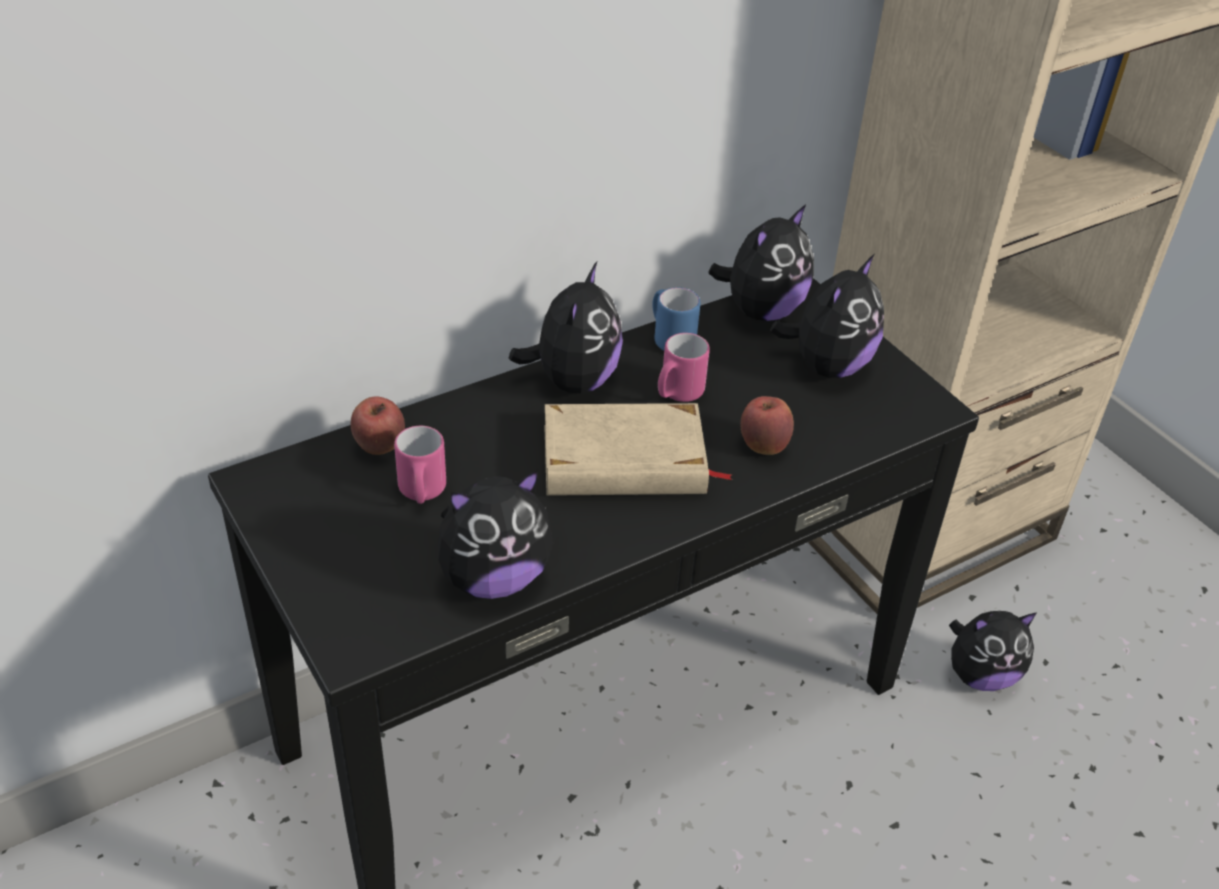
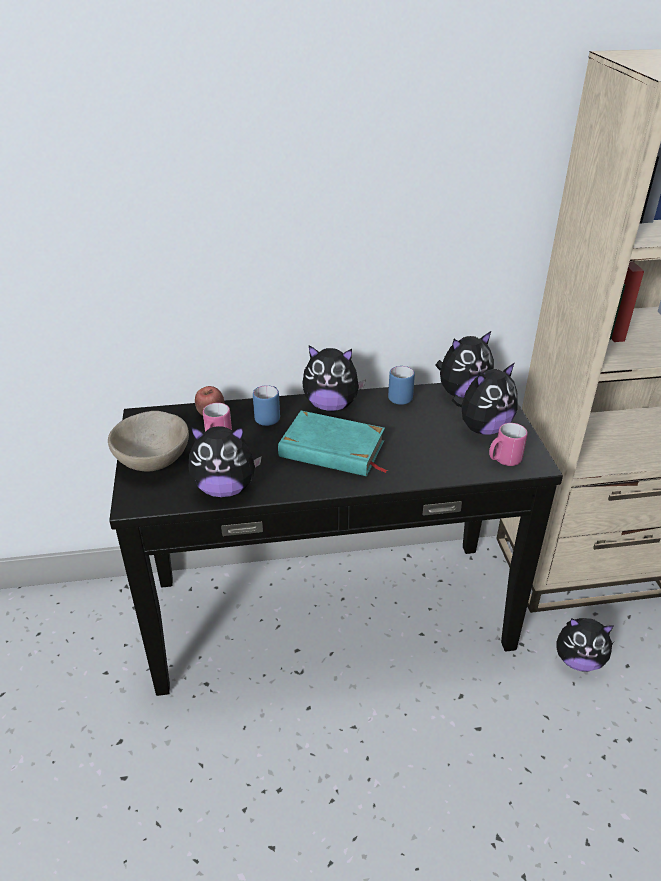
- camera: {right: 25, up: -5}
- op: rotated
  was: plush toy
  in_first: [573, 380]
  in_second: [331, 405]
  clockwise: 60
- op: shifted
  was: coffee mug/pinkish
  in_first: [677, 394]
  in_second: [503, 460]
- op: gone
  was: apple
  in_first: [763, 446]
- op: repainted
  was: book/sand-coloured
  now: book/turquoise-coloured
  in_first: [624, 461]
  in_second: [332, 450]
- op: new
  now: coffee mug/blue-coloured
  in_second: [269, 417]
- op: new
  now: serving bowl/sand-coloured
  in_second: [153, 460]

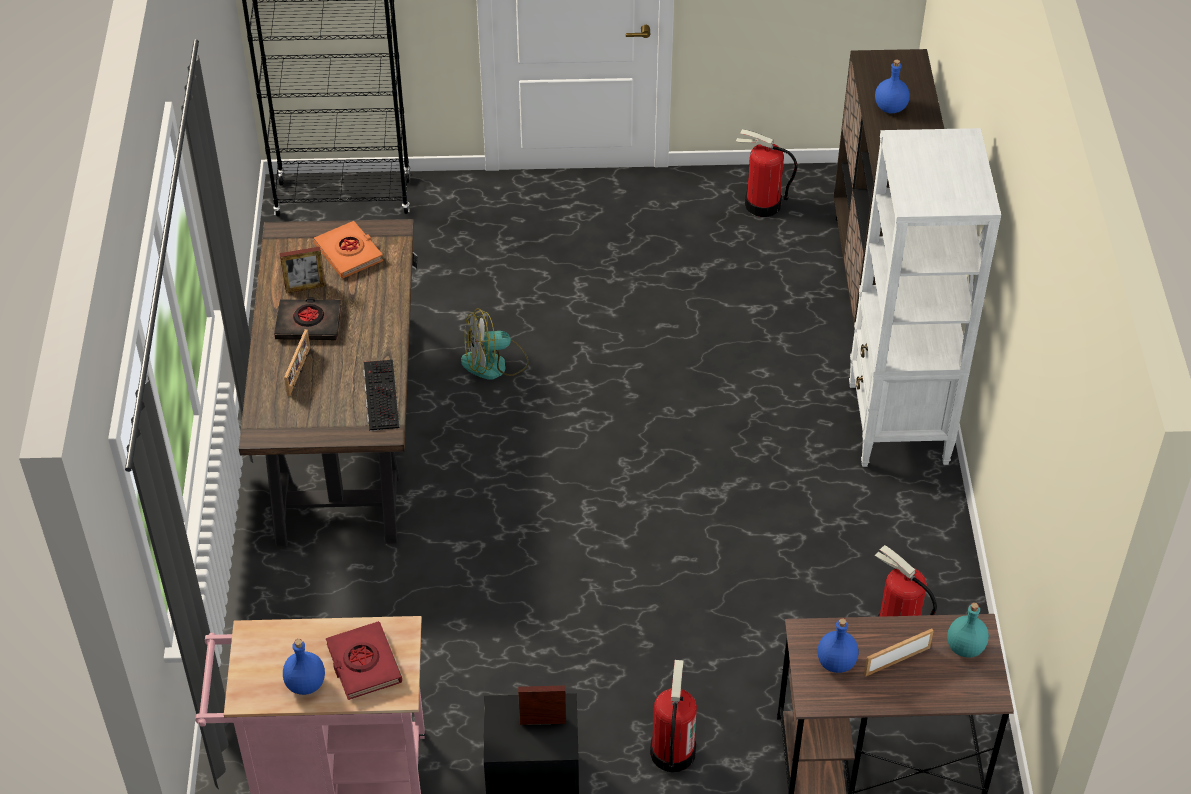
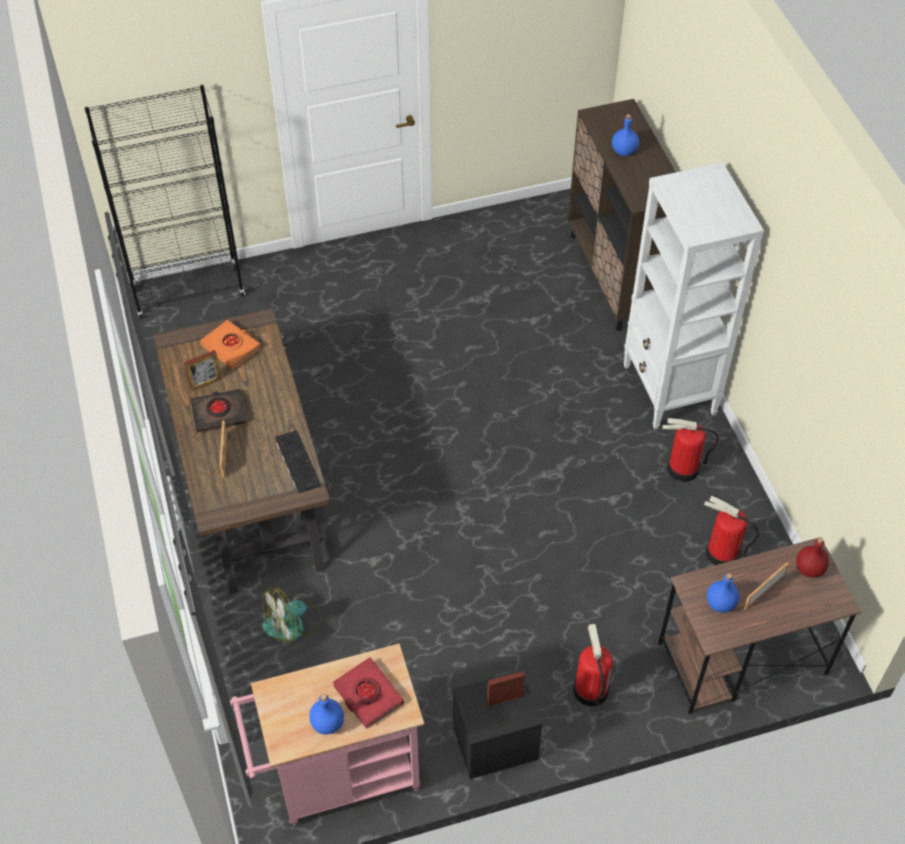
- camera: {right: -15, up: 5}
- op: shifted
  was: fire extinguisher
  in_first: [762, 205]
  in_second: [682, 469]
- op: shifted
  was: fan
  in_first: [494, 363]
  in_second: [292, 623]
- op: repainted
  was: beverage bottle/turquoise-coloured
  now: beverage bottle/red
  in_first: [964, 647]
  in_second: [808, 568]

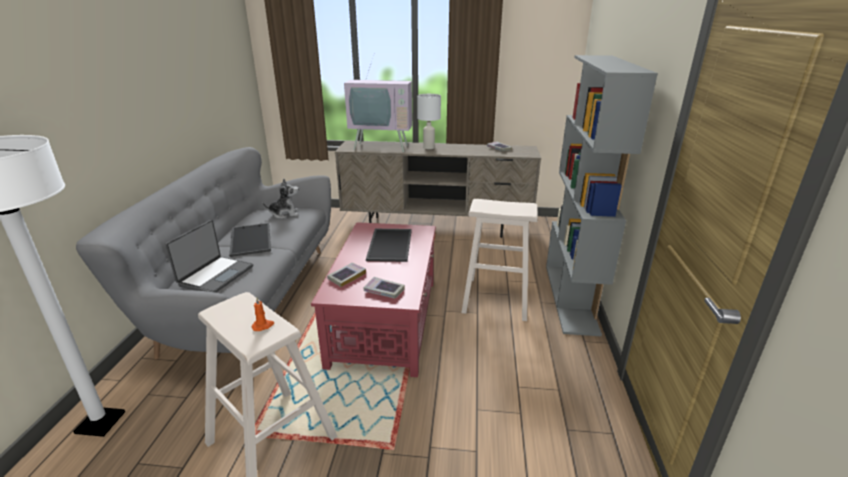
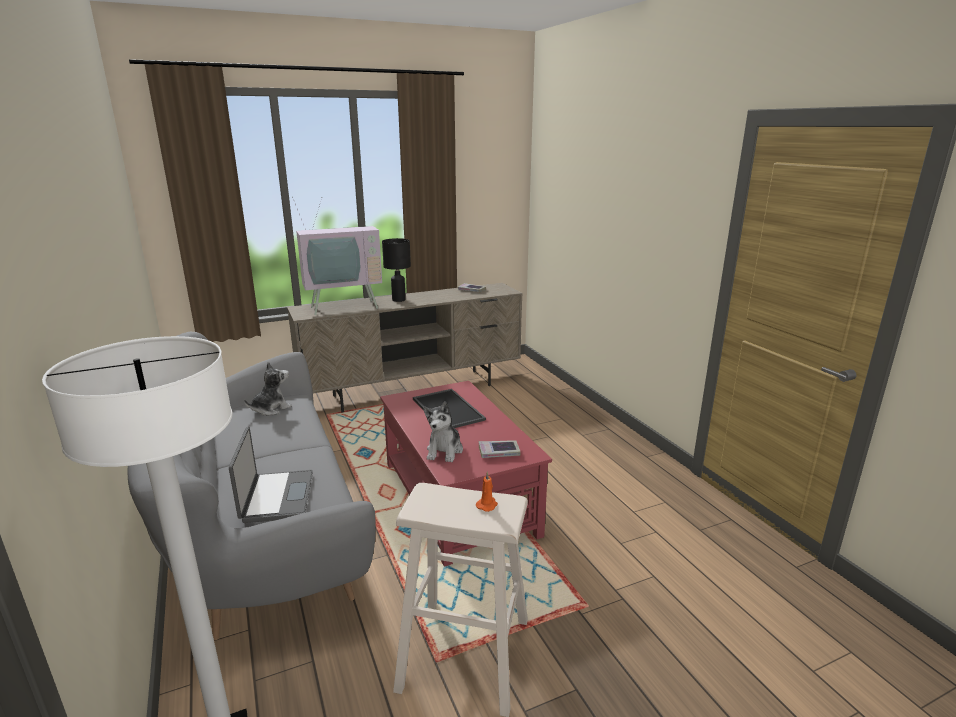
- camera: {right: -30, up: -5}
- op: gone
  was: bookshelf/grey
  in_first: [571, 298]
- op: repainted
  was: lamp for a table/white
  now: lamp for a table/black-coloured
  in_first: [428, 147]
  in_second: [398, 300]
- op: gone
  was: stool seat/sand-coloured
  in_first: [496, 298]
- op: gone
  was: tray
  in_first: [249, 239]
- op: swapped
  was: book
  now: plush toy
  in_first: [347, 277]
  in_second: [444, 451]

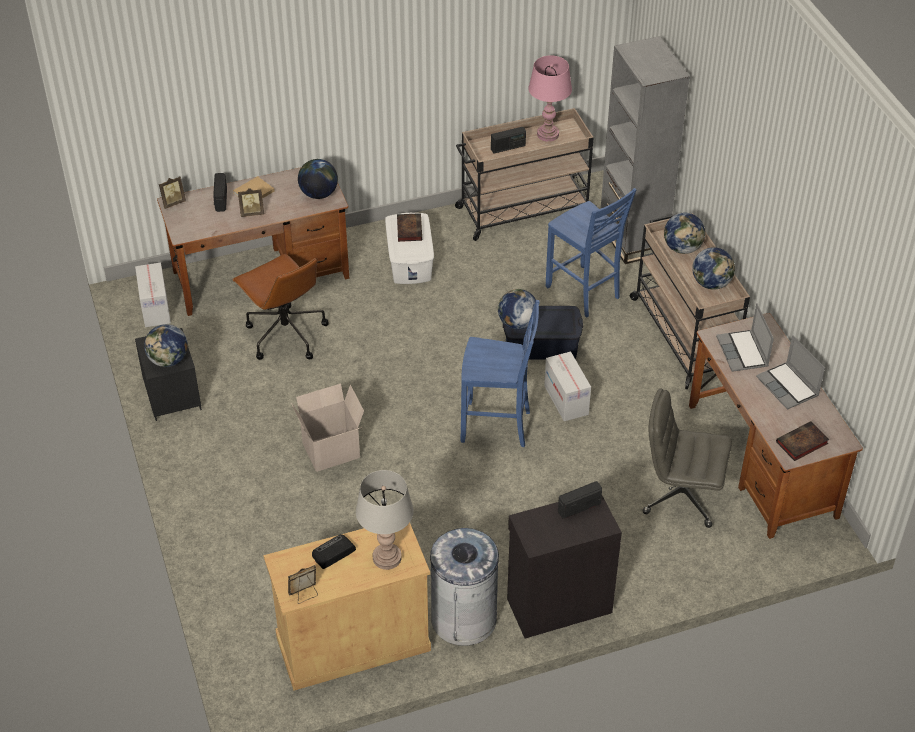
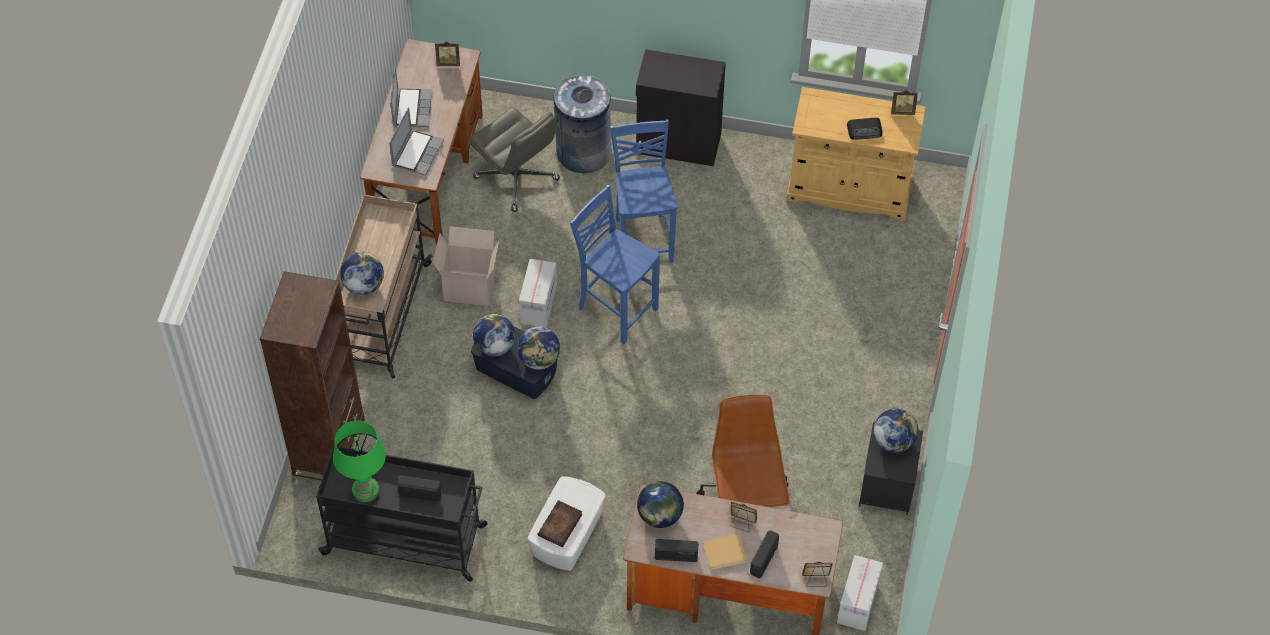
- camera: {right: -150, up: 10}
- op: repainted
  was: bookshelf/grey
  now: bookshelf/brown-coloured
  in_first: [632, 238]
  in_second: [329, 447]
- op: repainted
  was: lamp for a table/pinkish
  now: lamp for a table/green
  in_first: [547, 134]
  in_second: [365, 490]
- op: repainted
  was: cart/sand-coloured
  now: cart/black-coloured
  in_first: [522, 211]
  in_second: [407, 540]
- op: shifted
  was: chair/blue-coloured
  in_first: [584, 293]
  in_second: [643, 239]
- op: shifted
  was: desk globe
  in_first: [711, 283]
  in_second: [494, 346]
- op: shifted
  was: carton
  in_first: [331, 452]
  in_second: [470, 286]
- op: swapped
  was: book
  now: picture frame
  in_first: [801, 444]
  in_second: [448, 62]
- op: gone
  was: lamp for a table/grey
  in_first: [387, 558]
- op: shifted
  was: radio receiver
  in_first: [579, 507]
  in_second: [676, 556]
- op: shifted
  was: trash can/grey
  in_first: [464, 618]
  in_second: [583, 152]

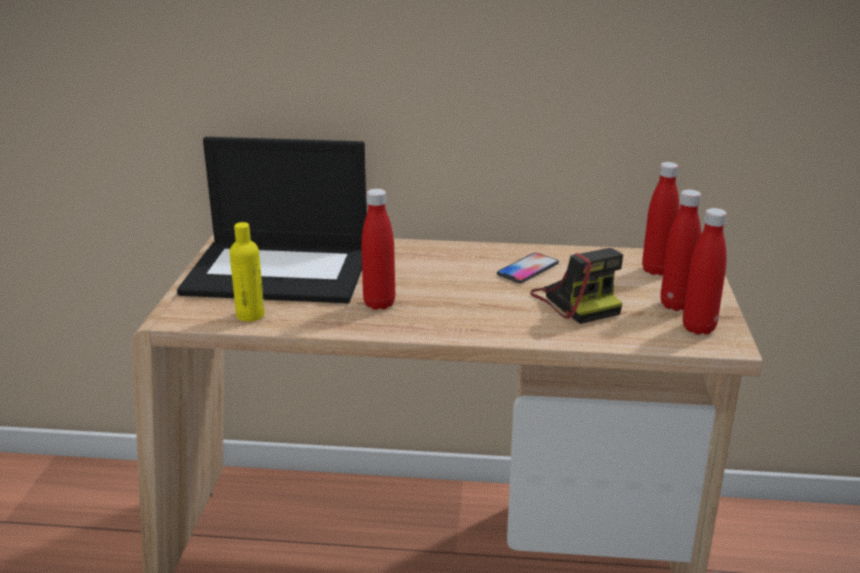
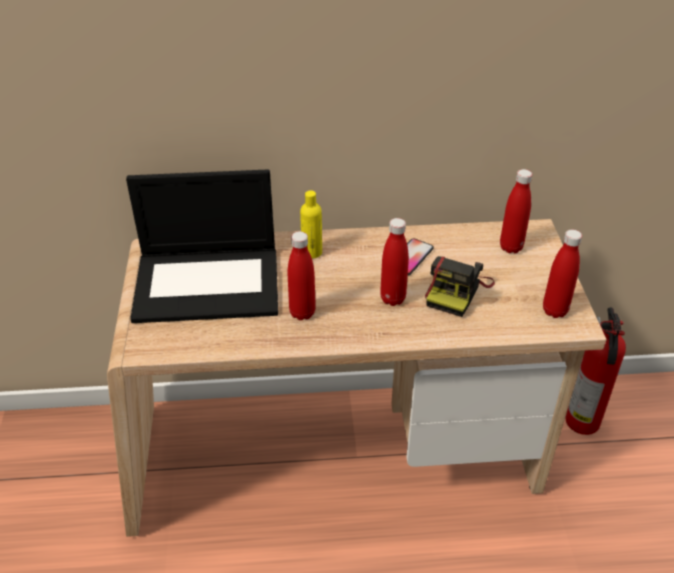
- camera: {right: -10, up: 15}
- op: shifted
  was: beverage bottle/red
  in_first: [675, 305]
  in_second: [392, 299]
- op: shifted
  was: beverage bottle/yellowish
  in_first: [250, 315]
  in_second: [312, 252]
- op: rotated
  was: still camera
  in_first: [576, 301]
  in_second: [457, 291]
  clockwise: 60
- op: new
  now: fire extinguisher
  in_second: [582, 423]

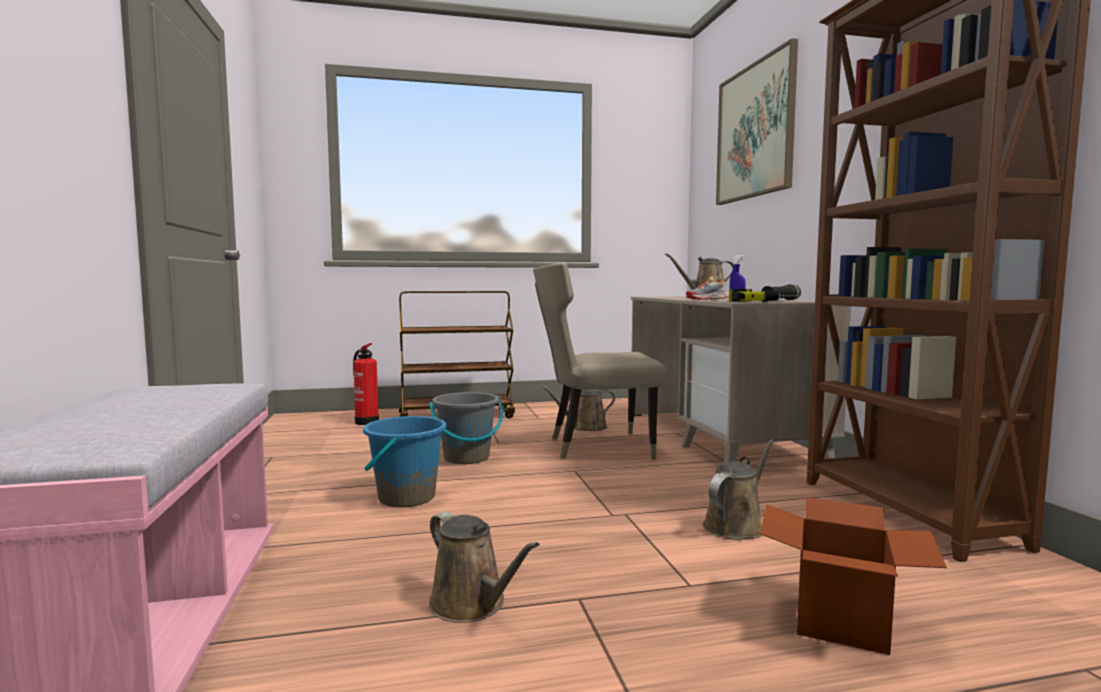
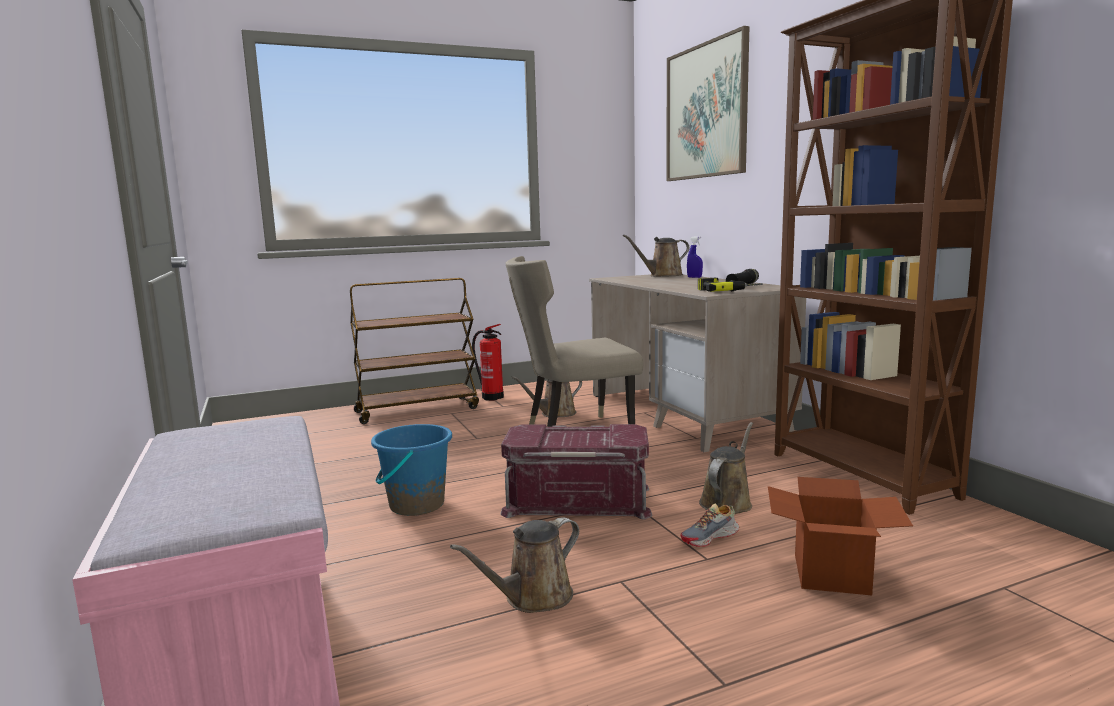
- camera: {right: -10, up: 5}
- op: shifted
  was: low shoe
  in_first: [707, 299]
  in_second: [710, 537]
- op: shifted
  was: fire extinguisher
  in_first: [366, 421]
  in_second: [491, 397]
- op: gone
  was: water bucket/grey
  in_first: [466, 458]
- op: rotated
  was: watering can/brown-coloured
  in_first: [472, 605]
  in_second: [533, 598]
  clockwise: 105
- op: new
  now: storage container/red
  in_second: [577, 500]

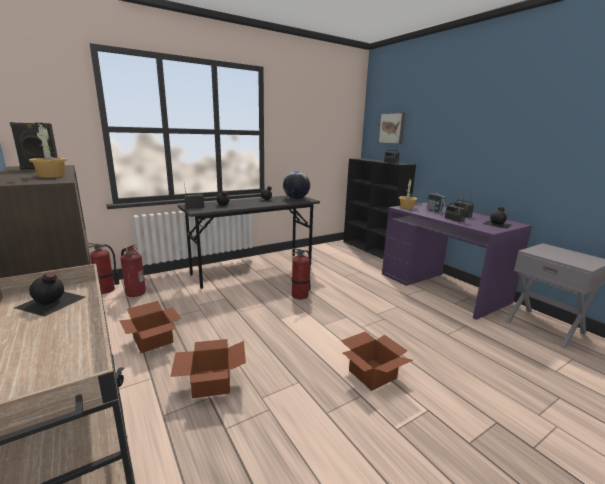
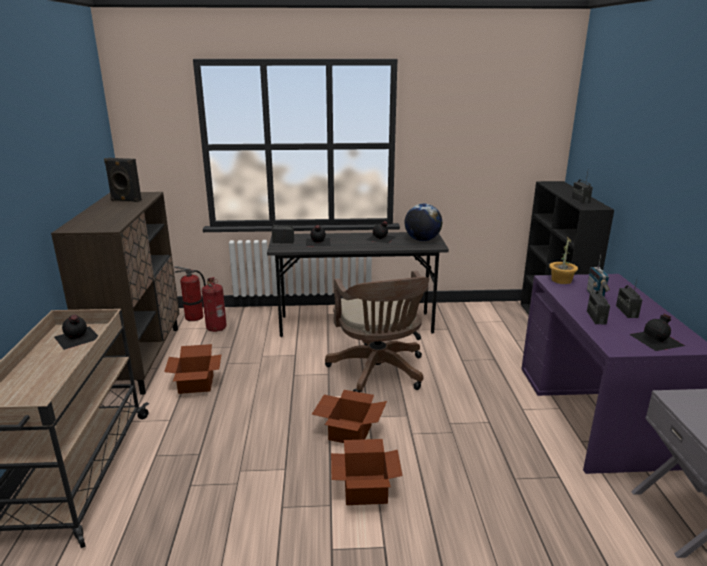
- camera: {right: 30, up: 5}
- op: gone
  was: picture
  in_first: [392, 128]
- op: gone
  was: plant in a pot
  in_first: [51, 176]
- op: swapped
  was: fire extinguisher
  now: desk chair/brown-coloured
  in_first: [300, 295]
  in_second: [379, 373]
- op: shifted
  was: carton
  in_first: [210, 382]
  in_second: [349, 431]

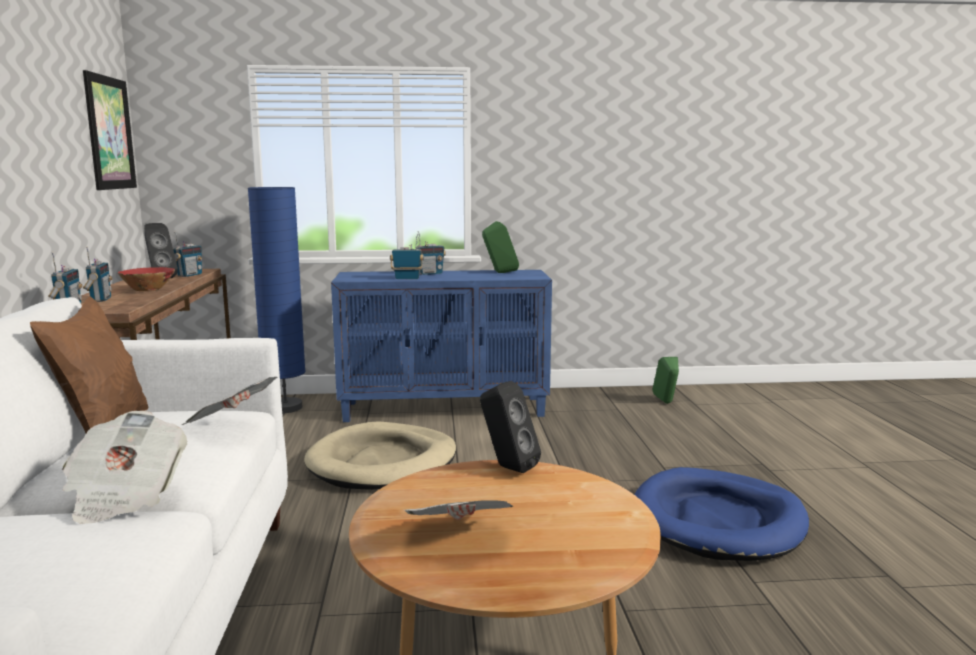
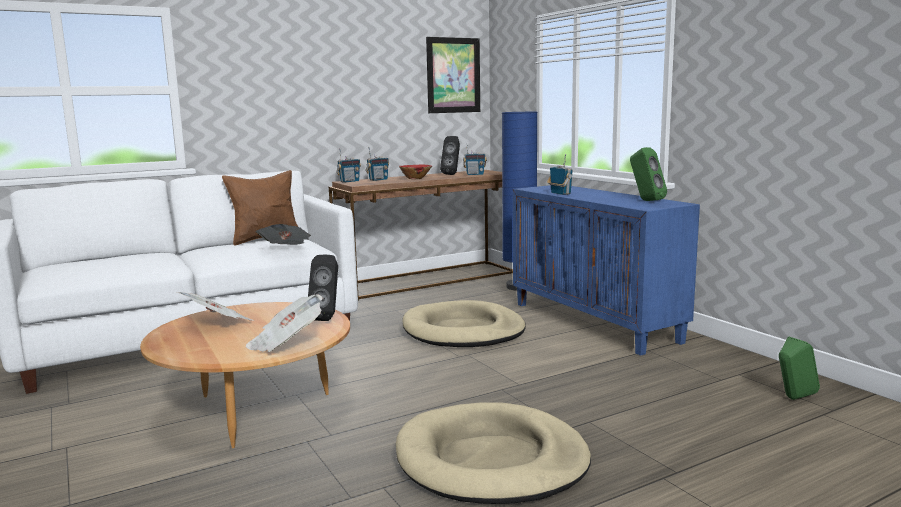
- camera: {right: 65, up: 0}
- op: gone
  was: radio receiver
  in_first: [430, 273]
- op: shifted
  was: daily paper
  in_first: [125, 495]
  in_second: [286, 343]
- op: repainted
  was: pet bed/blue-coloured
  now: pet bed/sand-coloured
  in_first: [718, 520]
  in_second: [491, 460]

